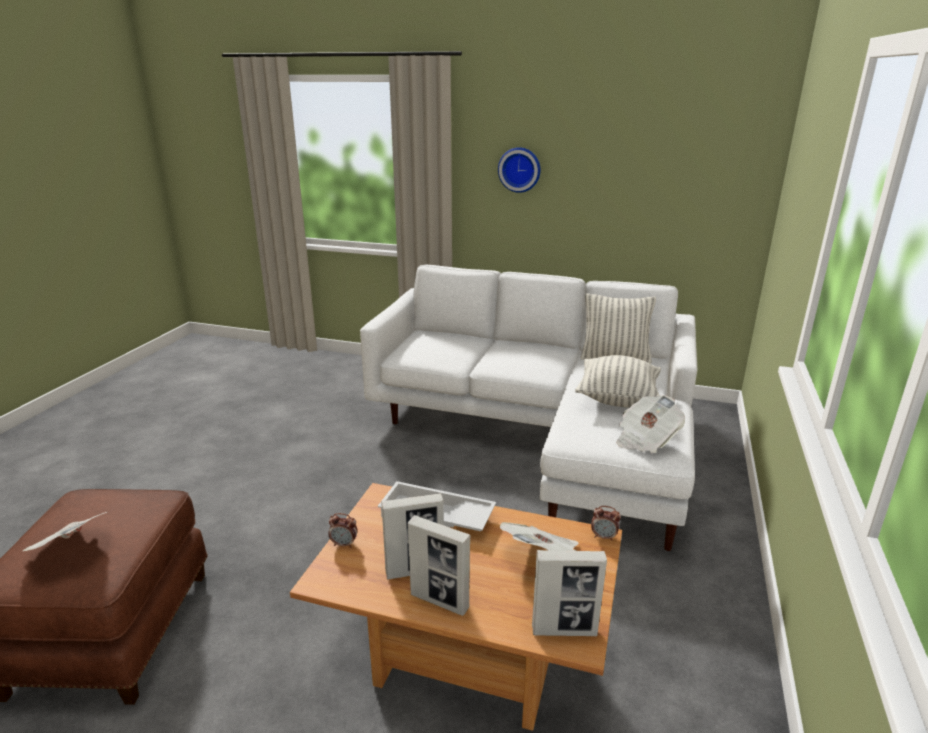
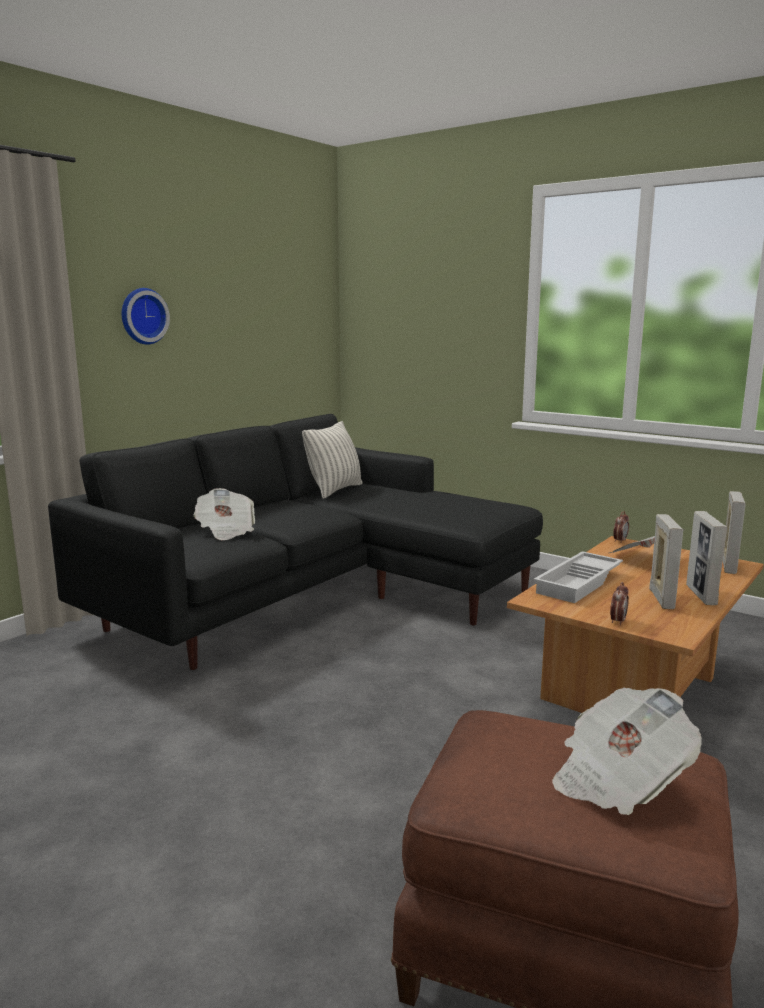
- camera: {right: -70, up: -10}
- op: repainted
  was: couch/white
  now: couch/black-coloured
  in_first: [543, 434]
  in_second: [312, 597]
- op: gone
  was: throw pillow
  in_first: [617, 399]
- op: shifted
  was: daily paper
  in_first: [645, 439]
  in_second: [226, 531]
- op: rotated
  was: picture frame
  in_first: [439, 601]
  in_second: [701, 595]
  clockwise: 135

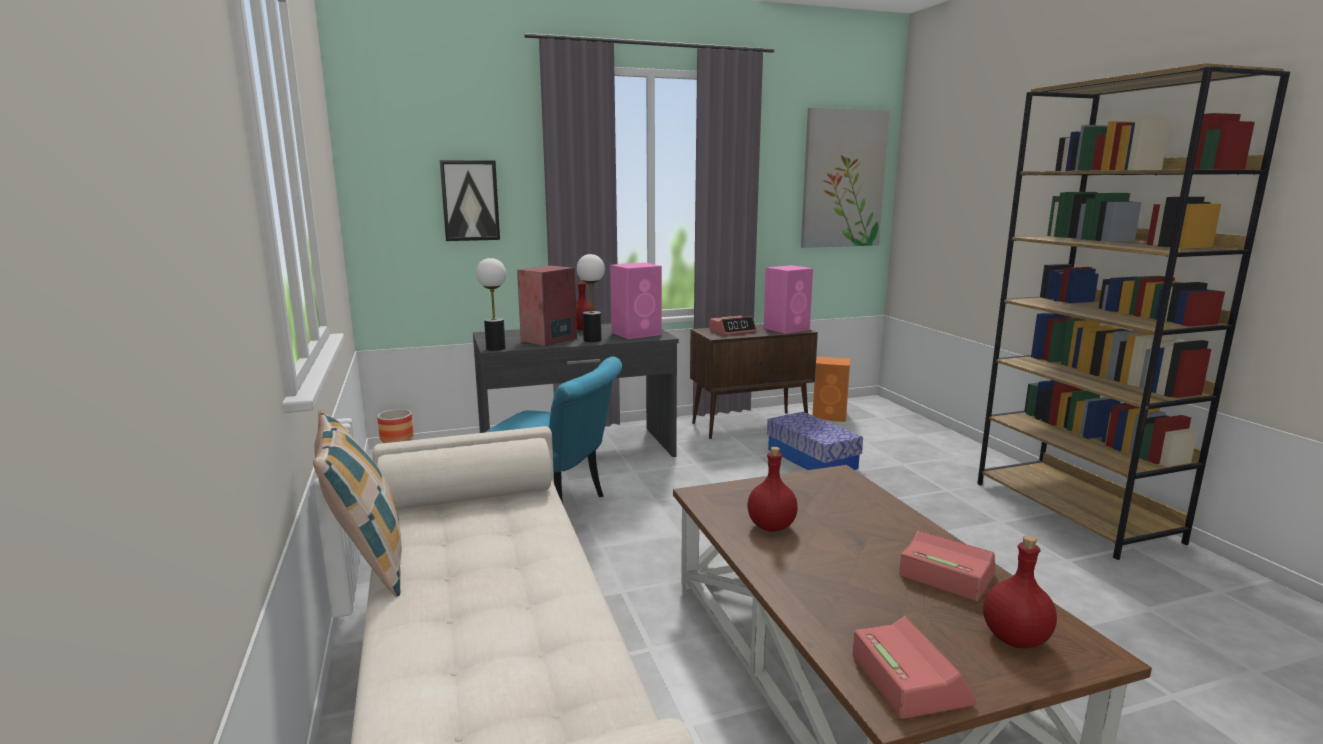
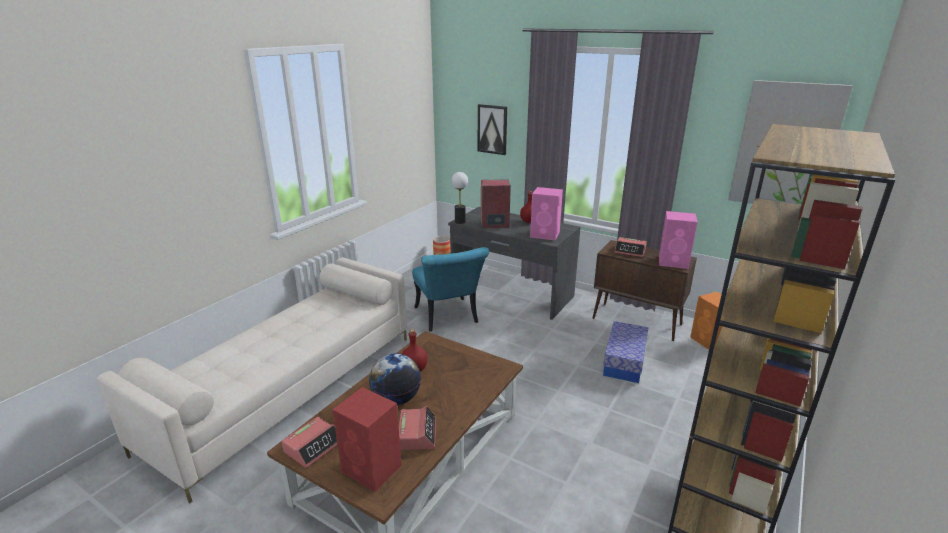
- camera: {right: 50, up: 10}
- op: gone
  was: lamp for a table
  in_first: [592, 340]
- op: gone
  was: throw pillow
  in_first: [367, 563]
- op: swapped
  was: beverage bottle/red
  now: speaker/red
  in_first: [1014, 638]
  in_second: [372, 469]
- op: new
  now: desk globe
  in_second: [396, 399]

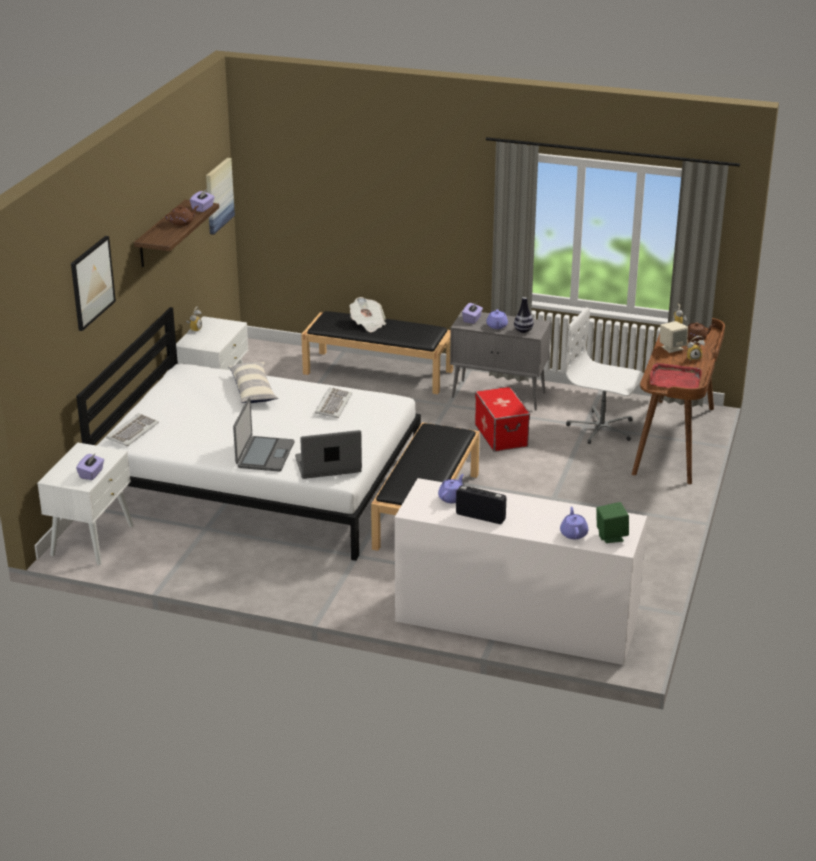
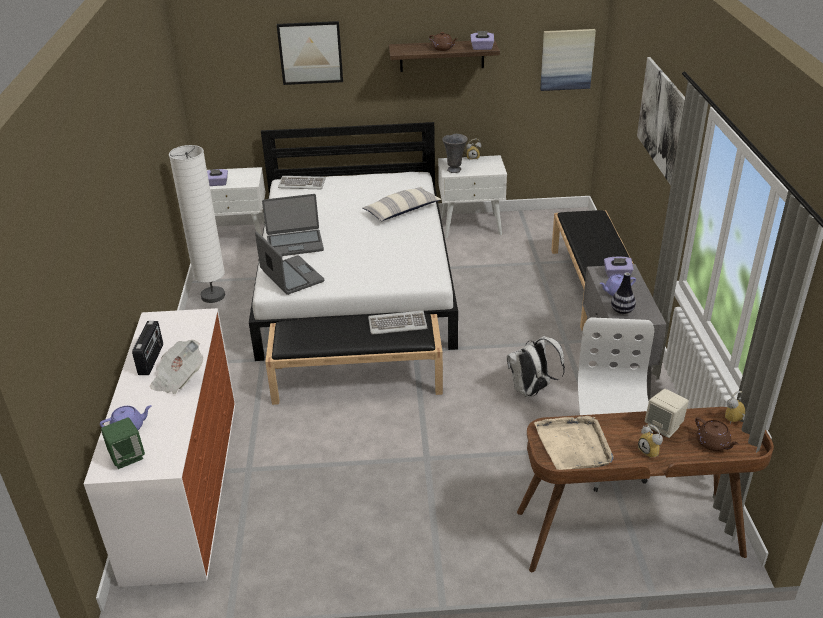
- camera: {right: 70, up: 5}
- op: shifted
  was: daily paper
  in_first: [367, 324]
  in_second: [178, 379]
- op: repainted
  was: tray/red
  now: tray/sand-coloured
  in_first: [674, 379]
  in_second: [574, 445]
- op: shifted
  was: computer keyboard
  in_first: [333, 405]
  in_second: [397, 324]
- op: swapped
  was: storage container
  now: backpack/white
  in_first: [501, 435]
  in_second: [531, 391]
- op: gone
  was: tea pot/purple
  in_first: [452, 498]
- op: new
  now: picture
  in_second: [663, 121]
- op: new
  now: vase/grey
  in_second: [454, 170]
- op: new
  now: standing lamp/white
  in_second: [213, 296]

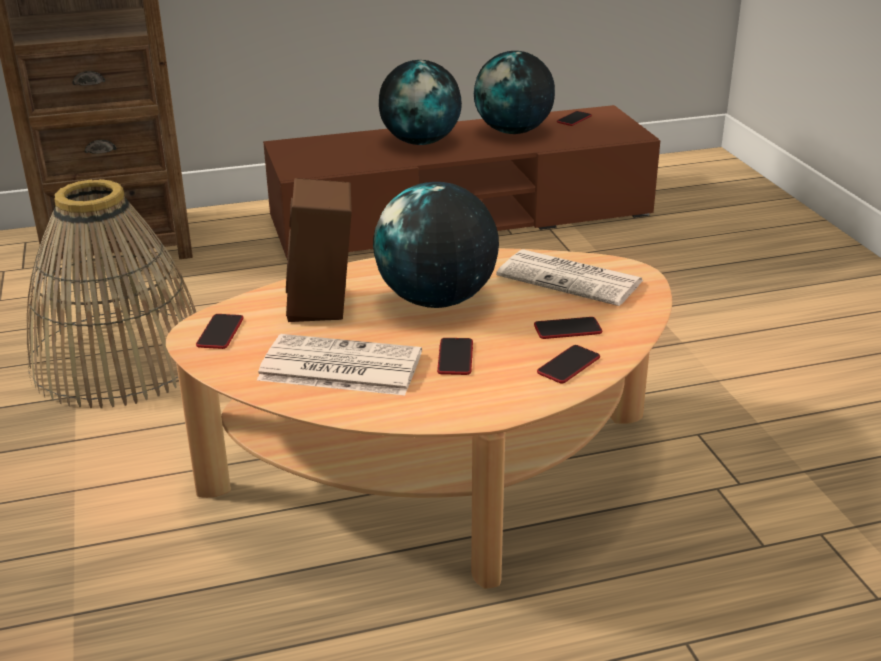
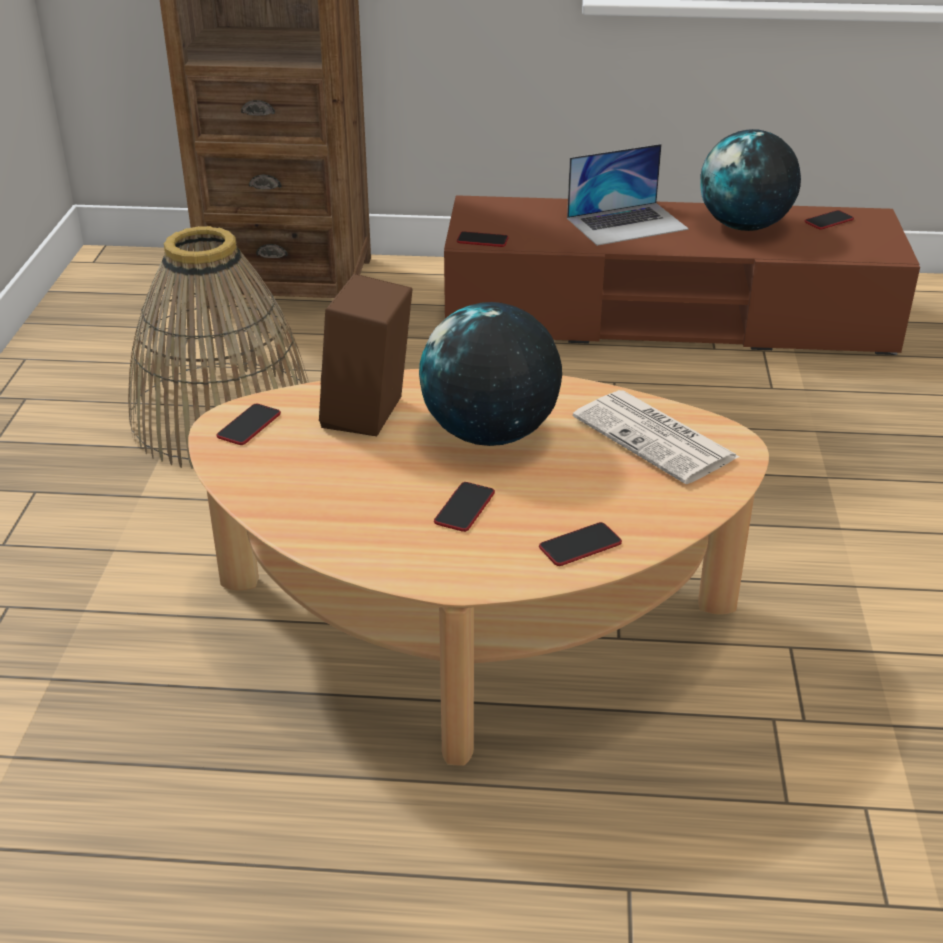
- camera: {right: 20, up: 5}
- op: swapped
  was: desk globe
  now: notebook computer
  in_first: [421, 142]
  in_second: [627, 223]
- op: shifted
  was: phone
  in_first: [567, 329]
  in_second: [482, 240]
- op: gone
  was: daily paper
  in_first: [338, 367]

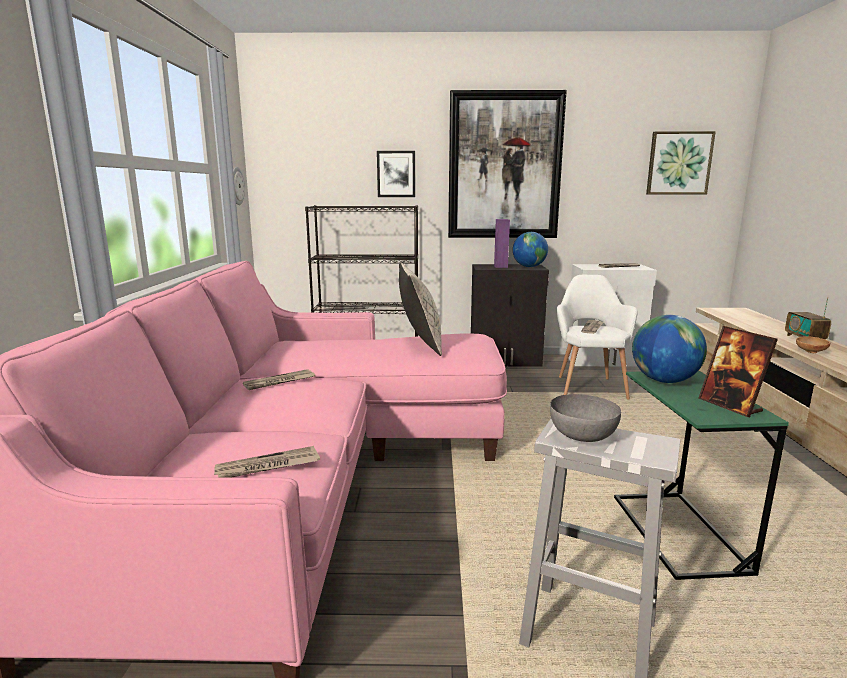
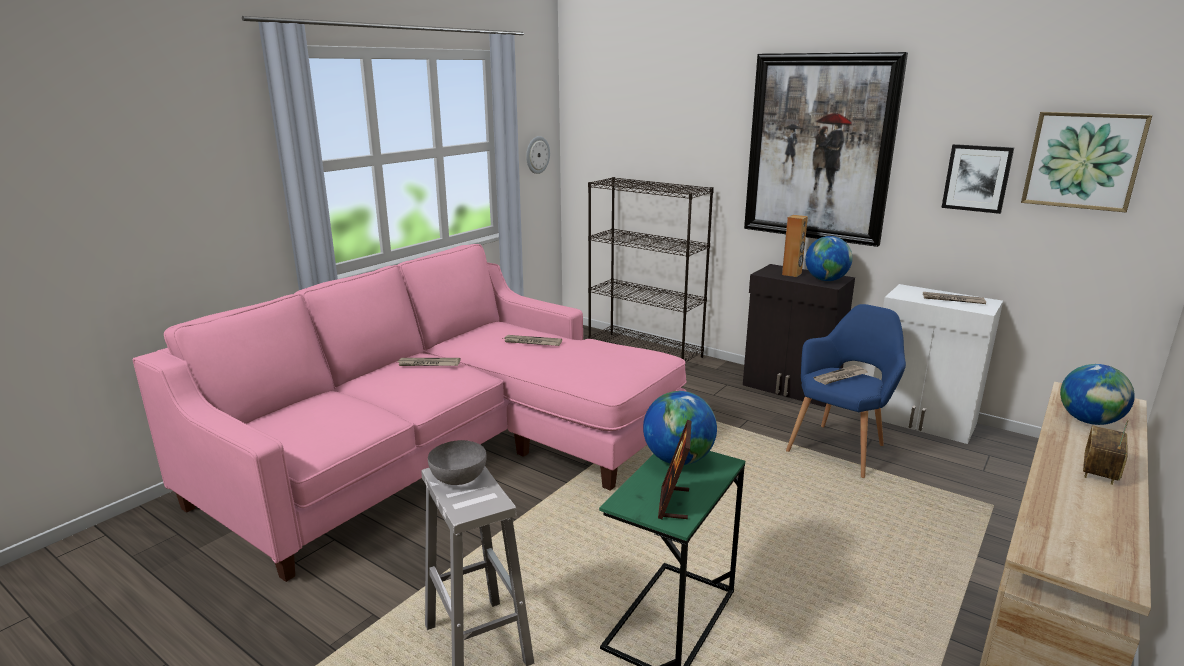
- camera: {right: 35, up: 5}
- op: shifted
  was: picture
  in_first: [396, 174]
  in_second: [977, 178]
- op: repainted
  was: speaker/purple
  now: speaker/brown-coloured
  in_first: [501, 266]
  in_second: [792, 274]
- op: gone
  was: throw pillow/sand-coloured
  in_first: [419, 344]
- op: repainted
  was: easy chair/white
  now: easy chair/blue-coloured
  in_first: [588, 386]
  in_second: [841, 447]
- op: gone
  was: serving bowl/brown-coloured
  in_first: [810, 352]
- op: shifted
  was: daily paper
  in_first: [267, 466]
  in_second: [532, 342]
- op: new
  now: desk globe
  in_second: [1089, 421]

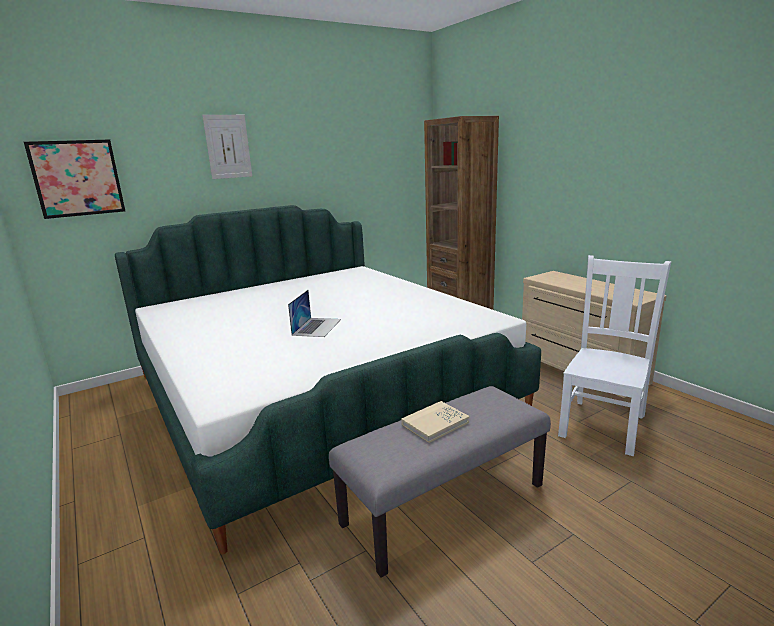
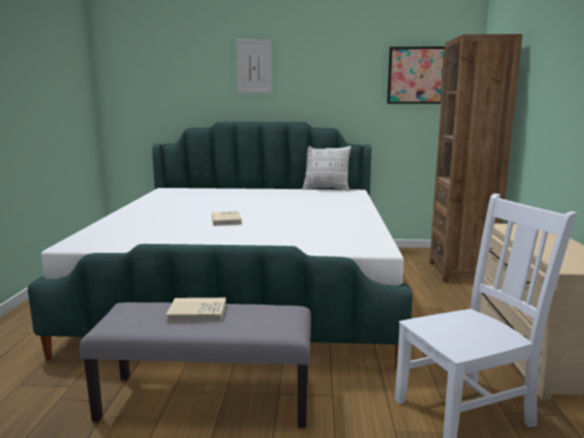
- camera: {right: 35, up: -5}
- op: shifted
  was: picture
  in_first: [77, 178]
  in_second: [415, 75]
- op: swapped
  was: notebook computer
  now: book/sand-coloured
  in_first: [317, 327]
  in_second: [226, 220]
- op: new
  now: throw pillow
  in_second: [326, 189]

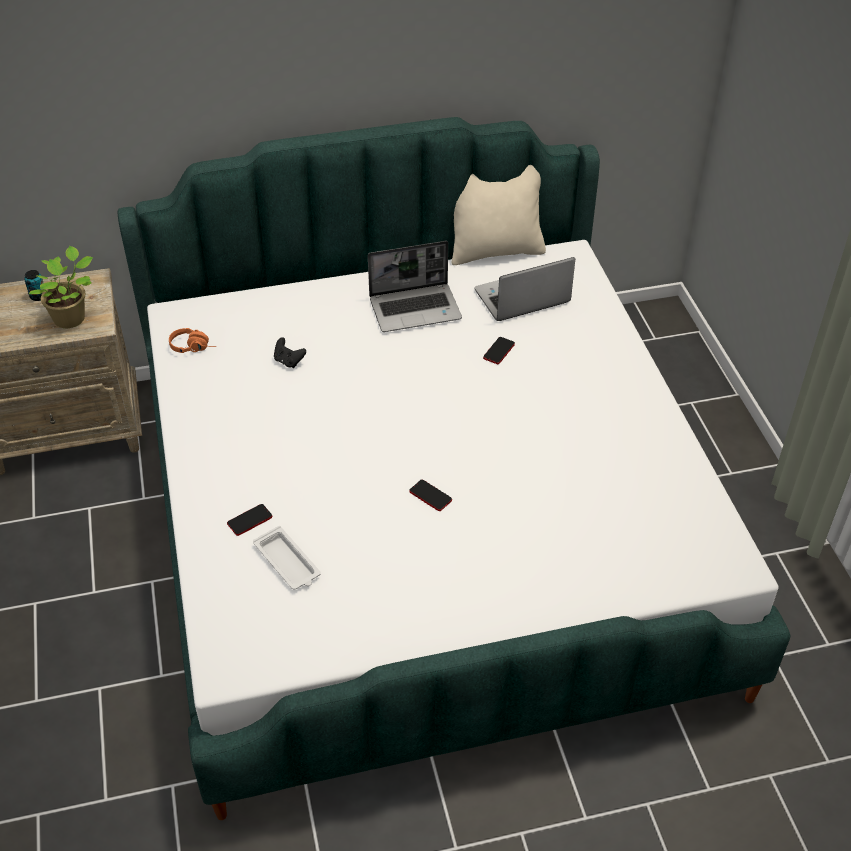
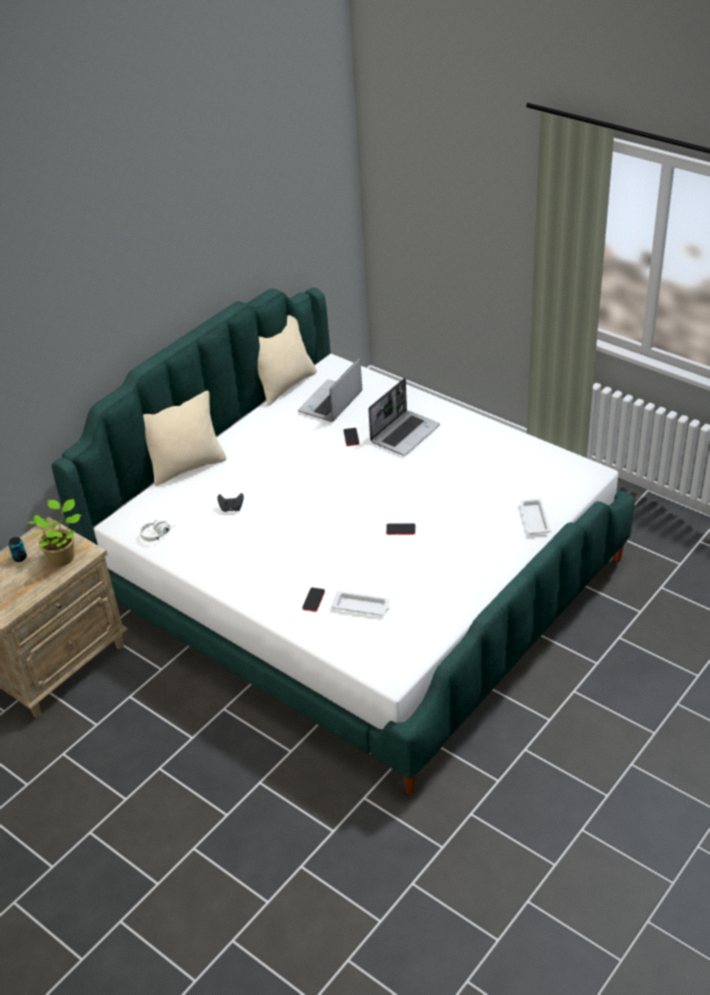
- camera: {right: -35, up: -5}
- op: shifted
  was: notebook computer
  in_first: [416, 308]
  in_second: [404, 433]
- op: repainted
  was: headphones/orangey
  now: headphones/white
  in_first: [194, 347]
  in_second: [159, 533]
- op: new
  now: throw pillow/sand-coloured
  in_second: [187, 467]
- op: new
  now: tray/white
  in_second: [534, 518]

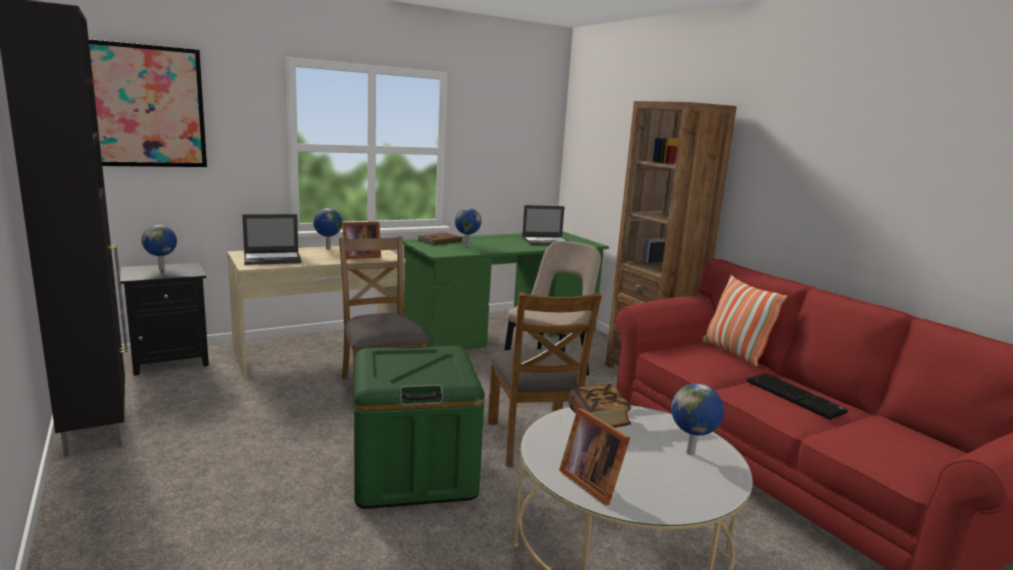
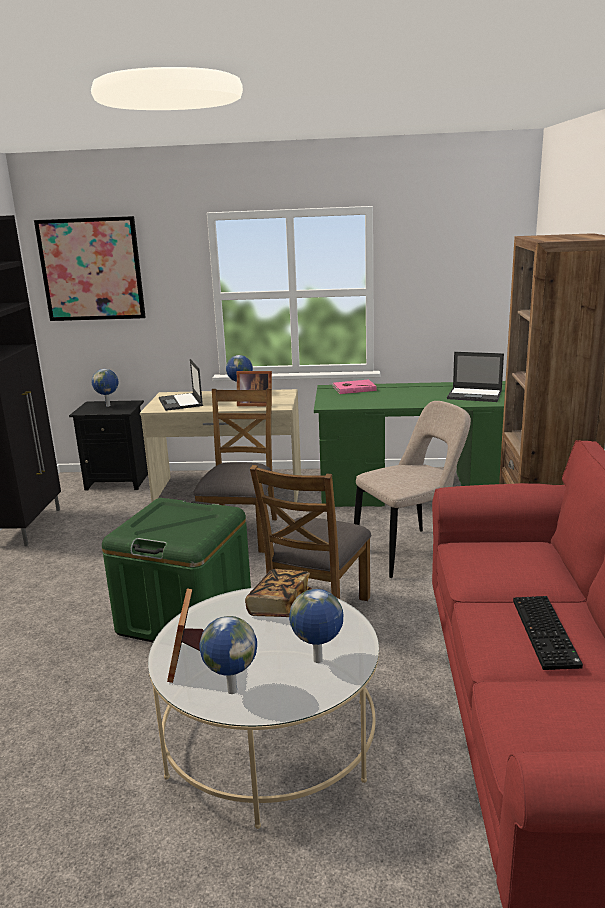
- camera: {right: 35, up: 5}
- op: shifted
  was: desk globe
  in_first: [466, 246]
  in_second: [231, 690]
- op: rotated
  was: notebook computer
  in_first: [273, 259]
  in_second: [181, 402]
  clockwise: 60
- op: repainted
  was: book/brown-coloured
  now: book/pinkish
  in_first: [439, 240]
  in_second: [353, 389]
- op: gone
  was: throw pillow
  in_first: [734, 353]

